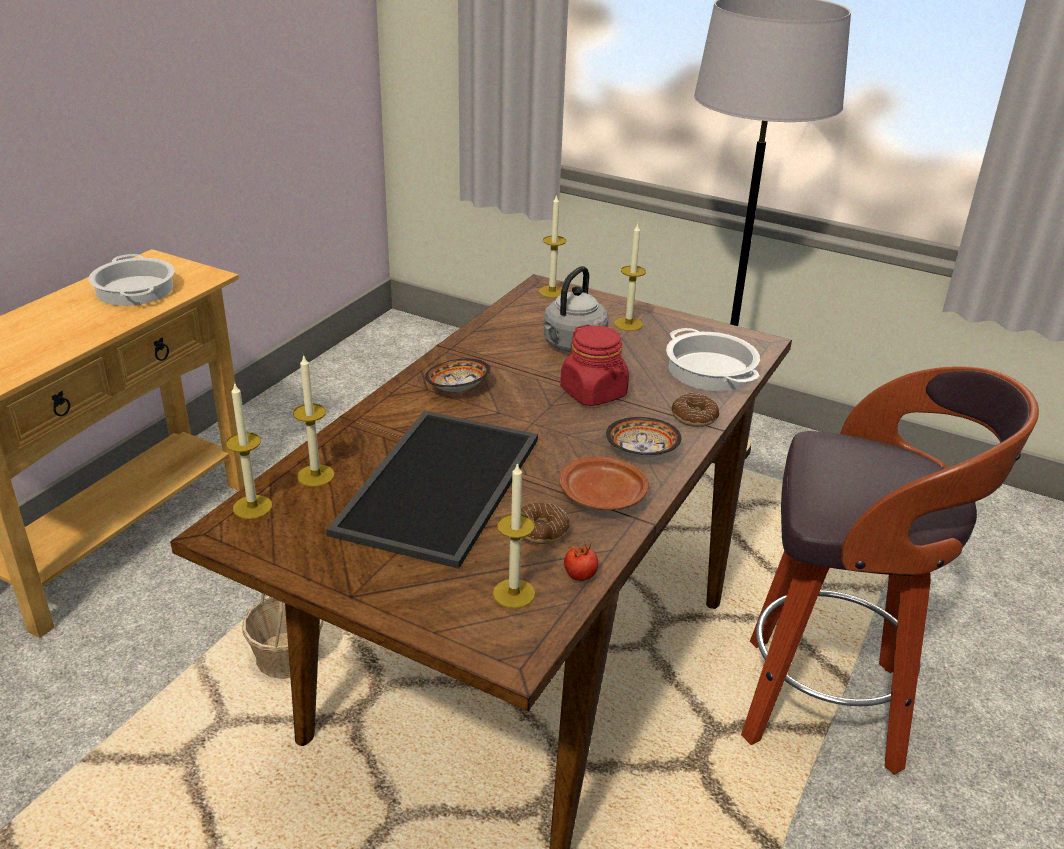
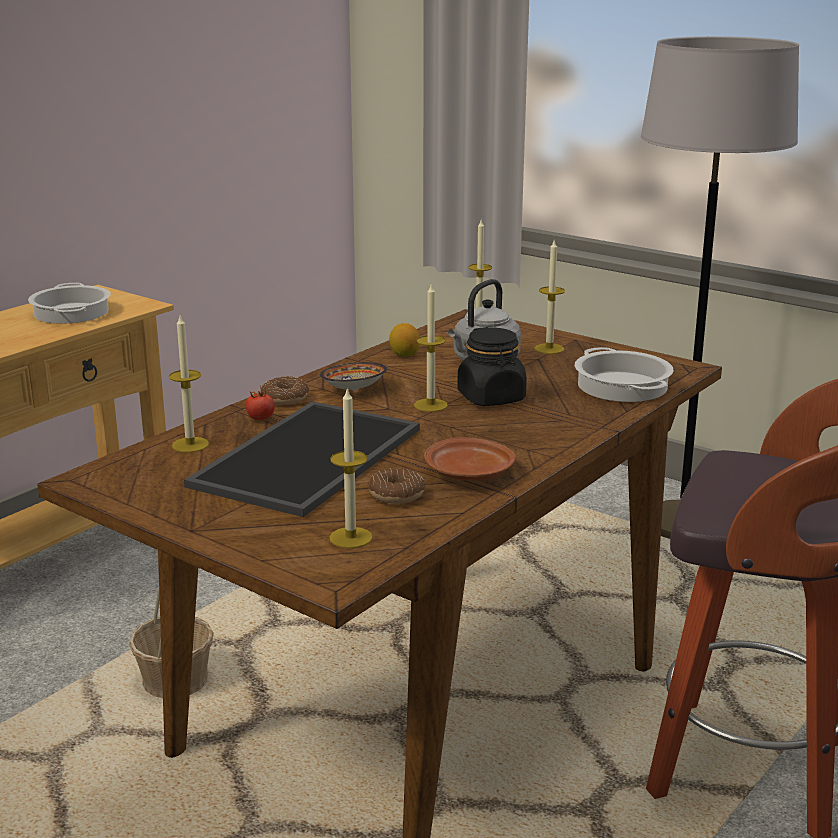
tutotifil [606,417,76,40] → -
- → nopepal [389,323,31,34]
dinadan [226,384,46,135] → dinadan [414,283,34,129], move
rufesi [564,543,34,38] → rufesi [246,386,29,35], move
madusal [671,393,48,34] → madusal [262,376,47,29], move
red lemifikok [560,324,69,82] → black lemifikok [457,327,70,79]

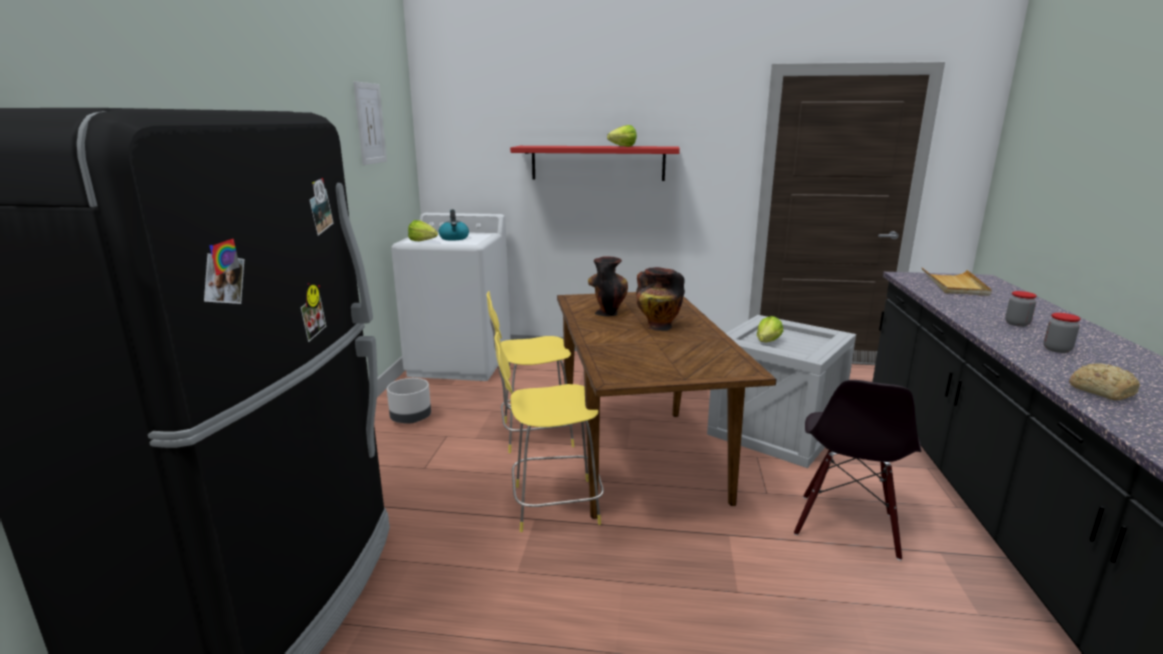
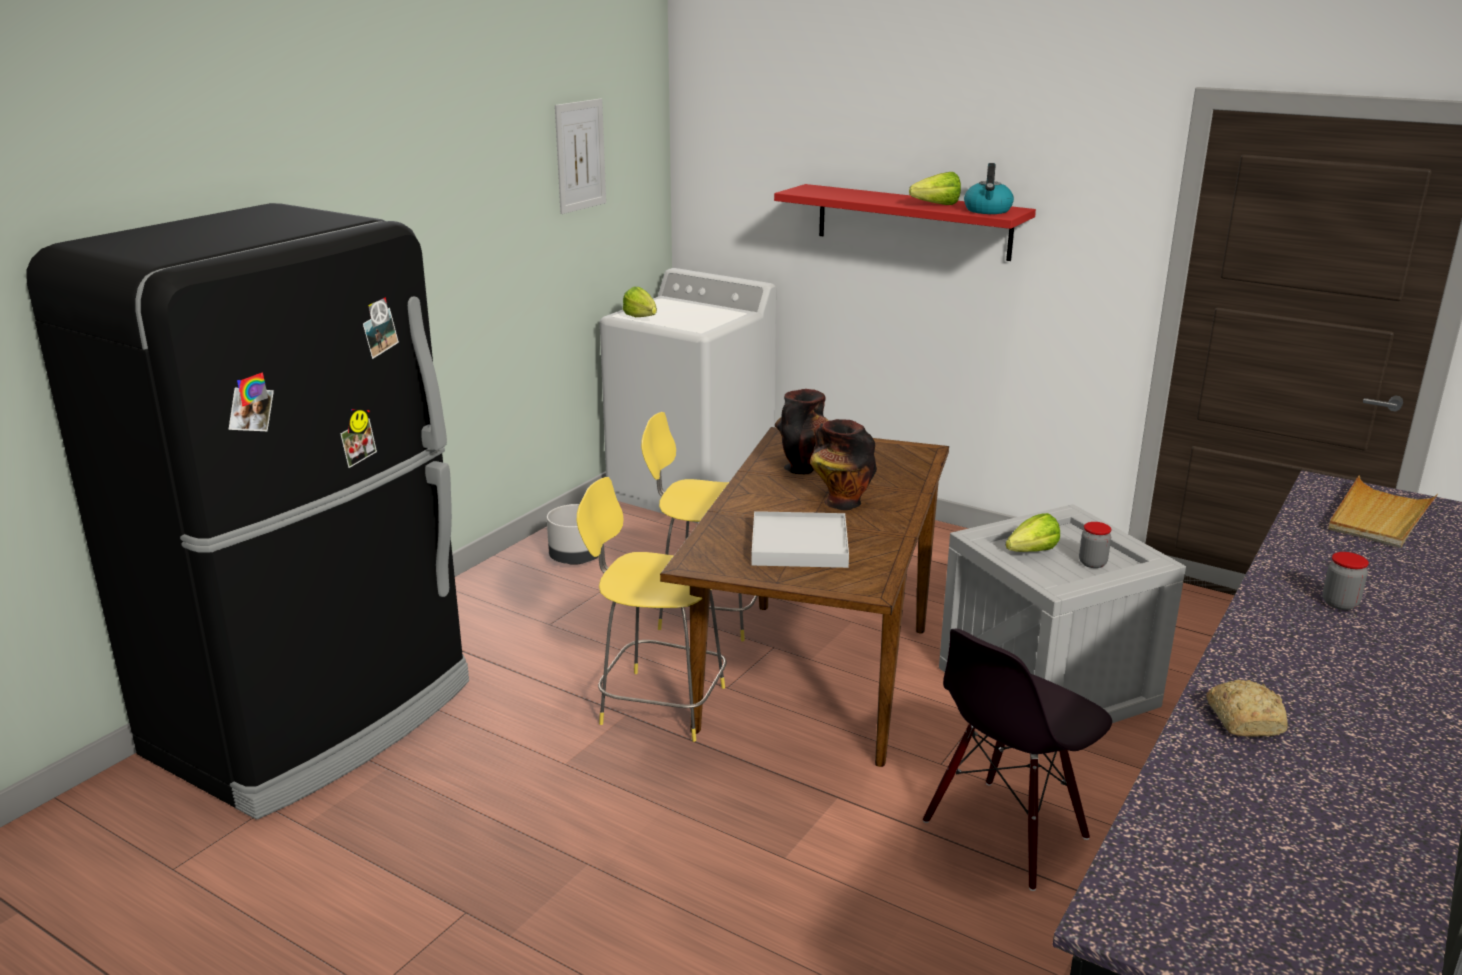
- → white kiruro [751,511,98,57]
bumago [439,210,30,31] → bumago [964,163,50,51], move
lemifikok [1043,313,38,40] → lemifikok [1079,522,32,46], move

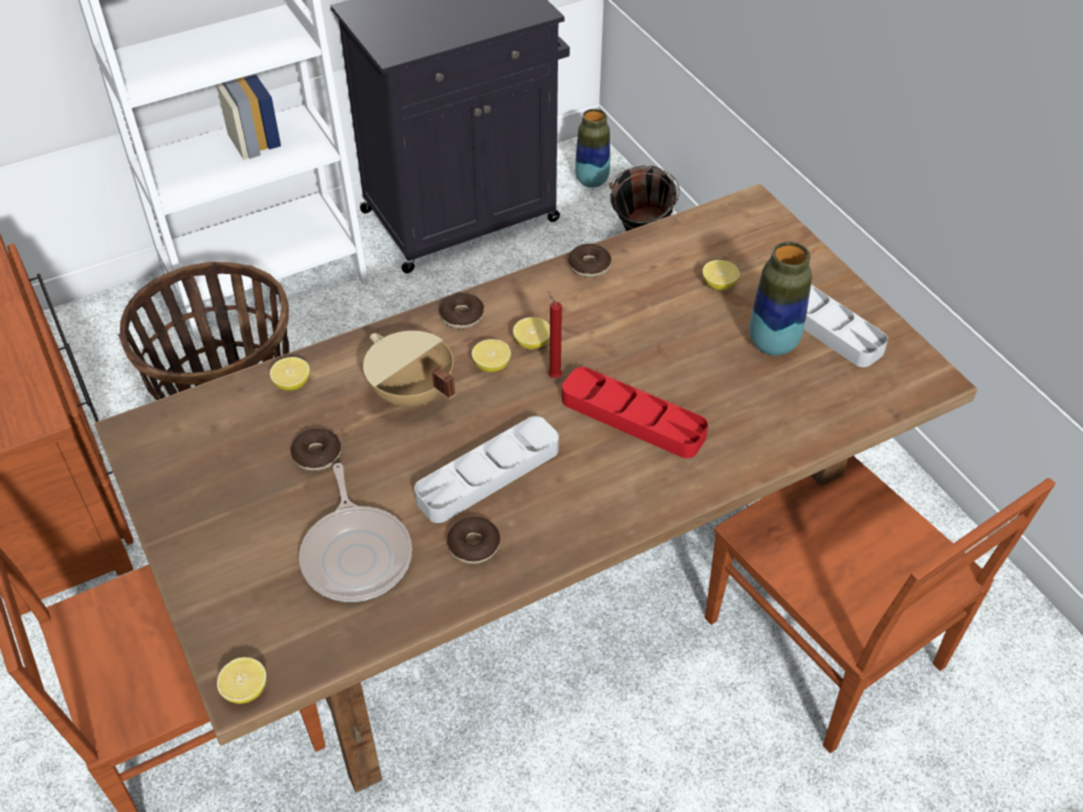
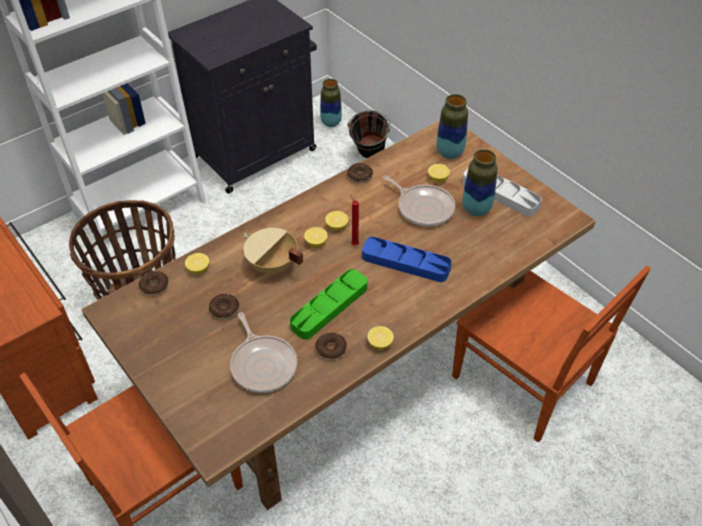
- → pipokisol [383,176,72,50]
- → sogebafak [436,94,32,65]
nopepal [217,657,50,47] → nopepal [367,326,27,23], move
madusal [439,293,45,36] → madusal [139,271,30,25], move
grey kiruro [414,416,145,107] → green kiruro [290,269,77,71]
red kiruro [562,367,146,91] → blue kiruro [362,237,90,45]

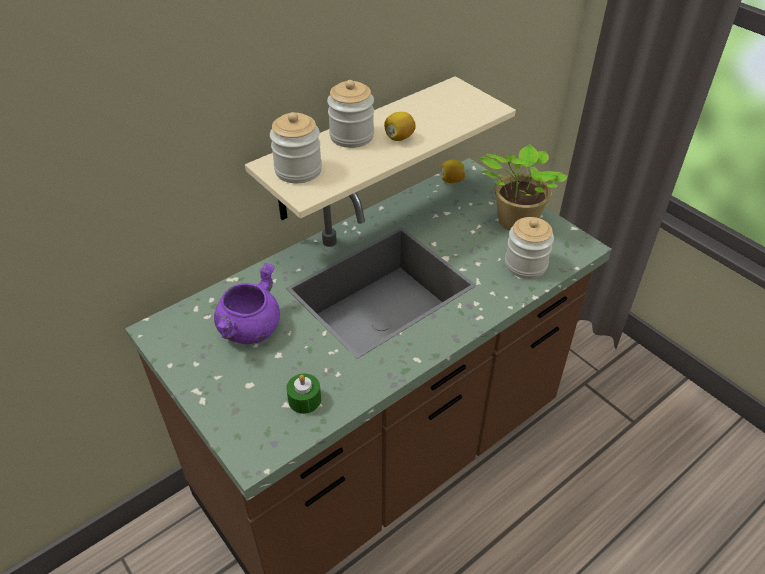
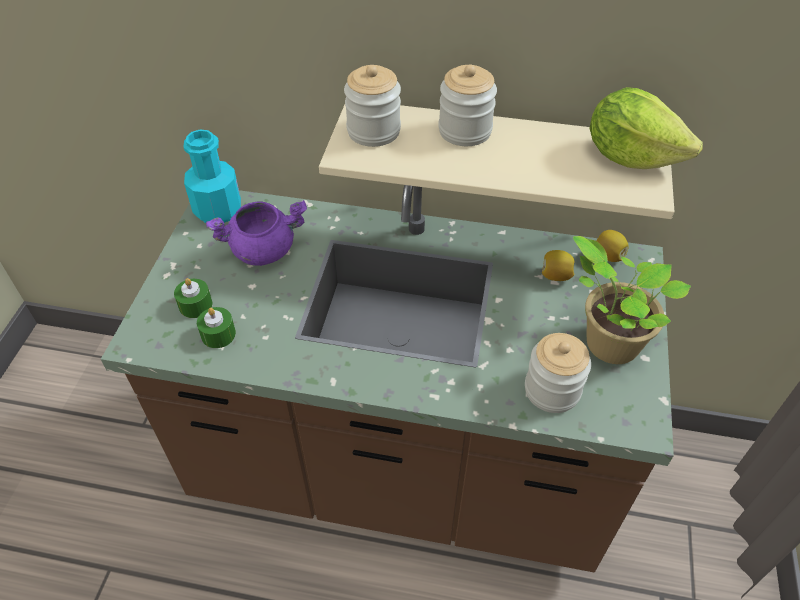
- → green dinadan [174,278,39,40]
- → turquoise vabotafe [184,129,57,94]
- → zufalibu [590,87,113,82]
nopepal [384,112,32,29] → nopepal [542,250,32,31], move

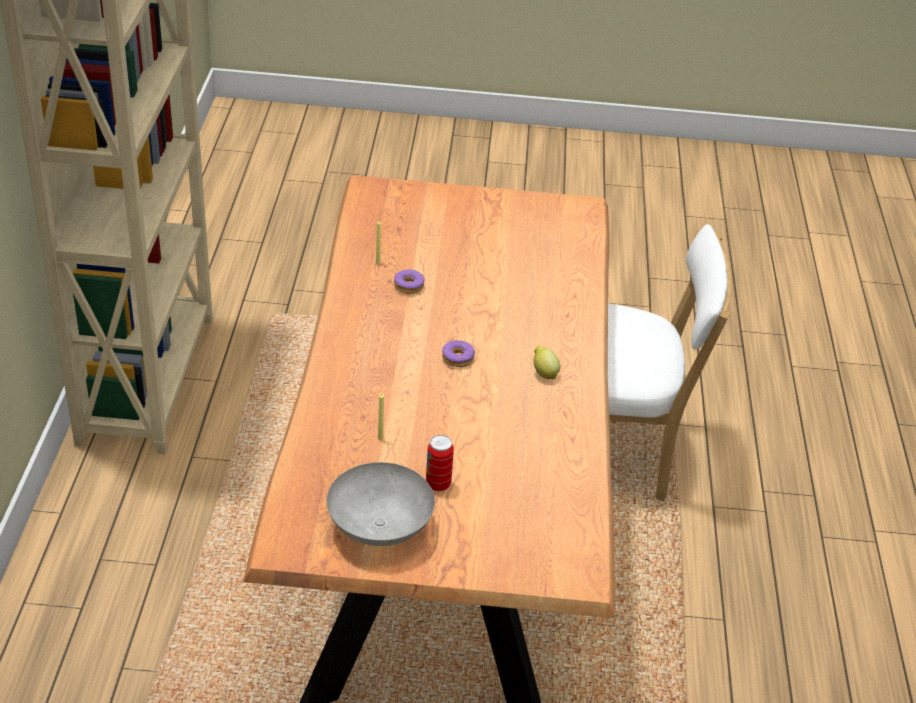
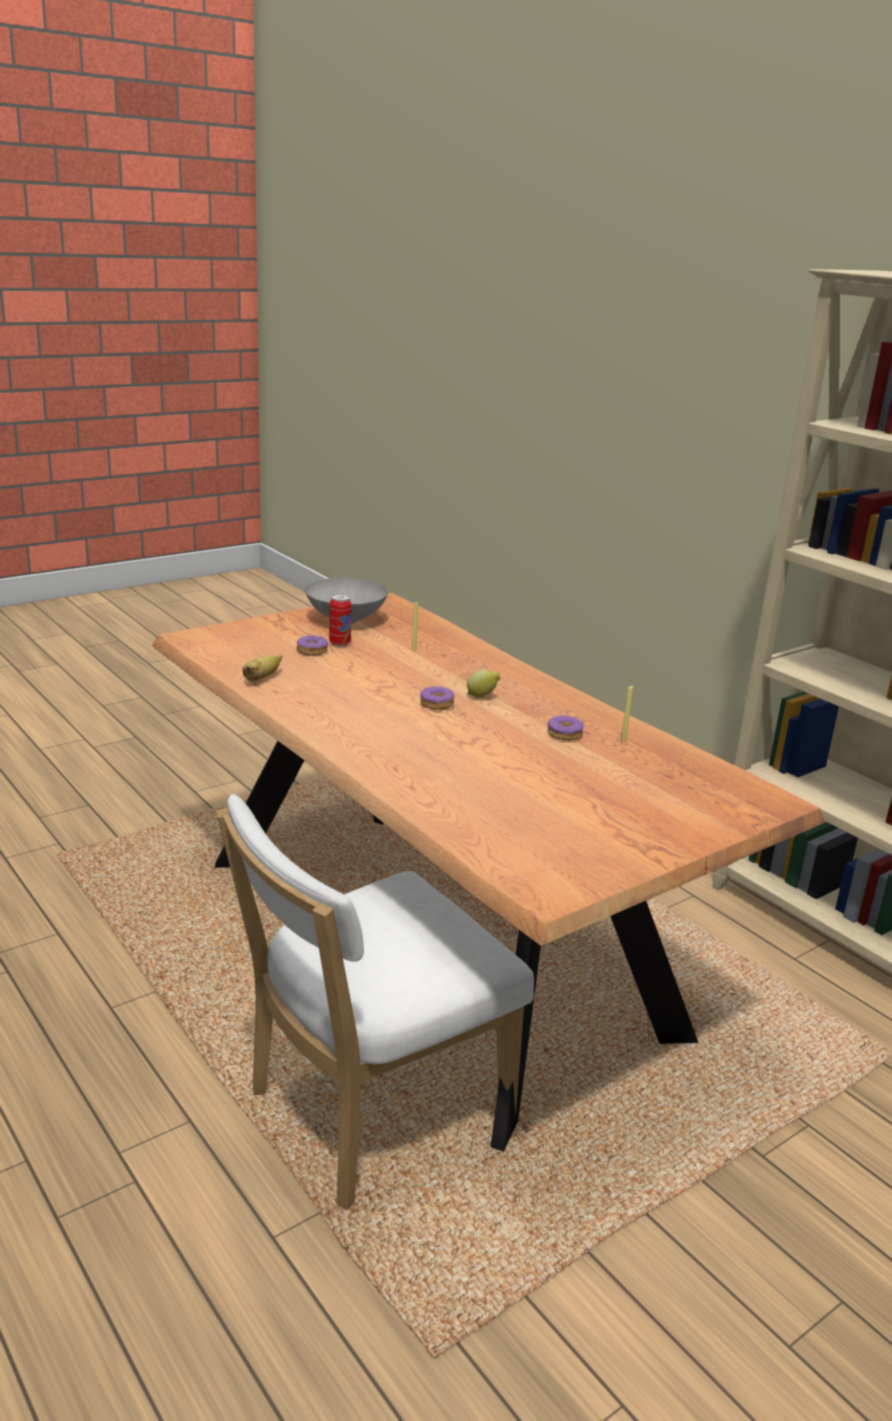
- → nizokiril [242,655,40,27]
- → madusal [297,635,31,21]
nopepal [534,346,26,33] → nopepal [467,670,33,28], move

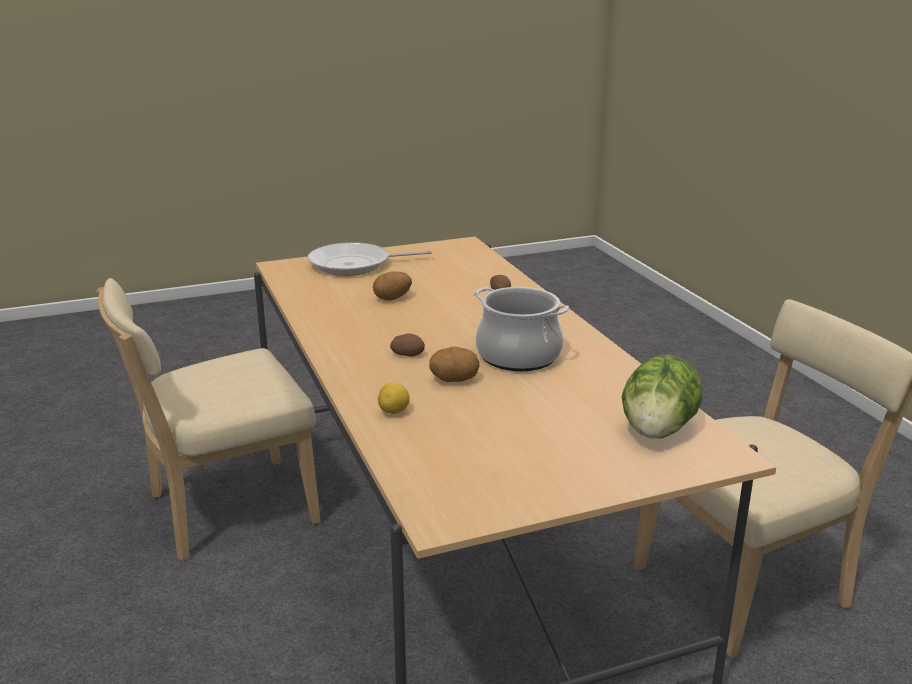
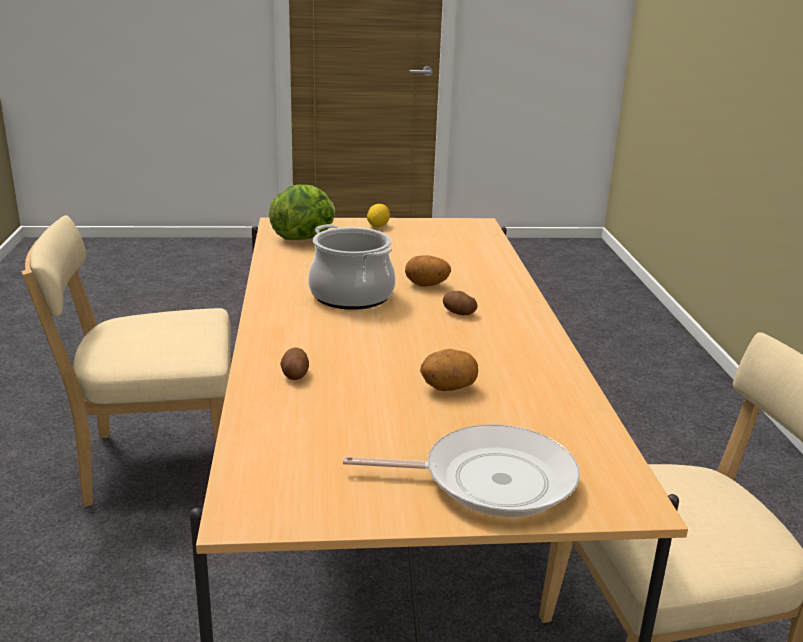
nopepal [378,383,32,31] → nopepal [367,204,23,23], move

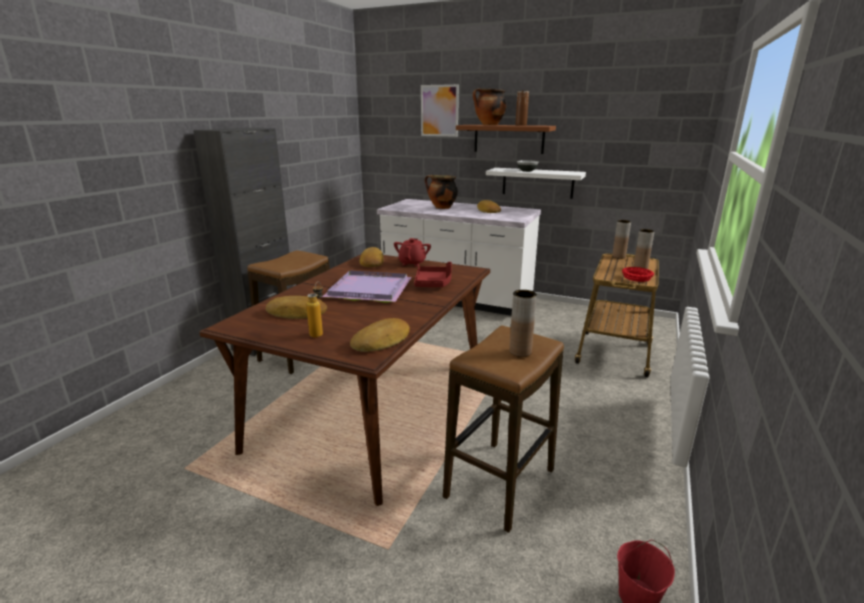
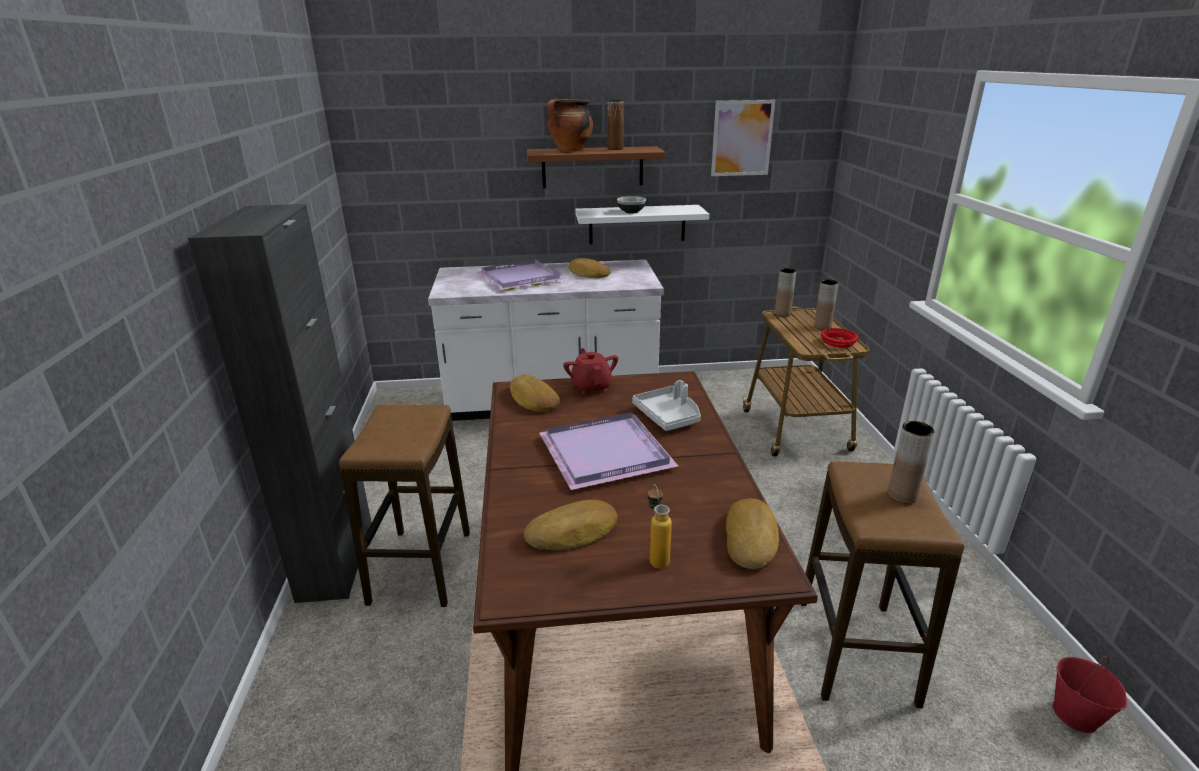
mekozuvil [421,84,38,53] → mekozuvil [711,100,64,76], move
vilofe [425,175,33,34] → purple kiruro [478,259,87,32]
red kiruro [414,262,38,25] → grey kiruro [632,380,69,51]

